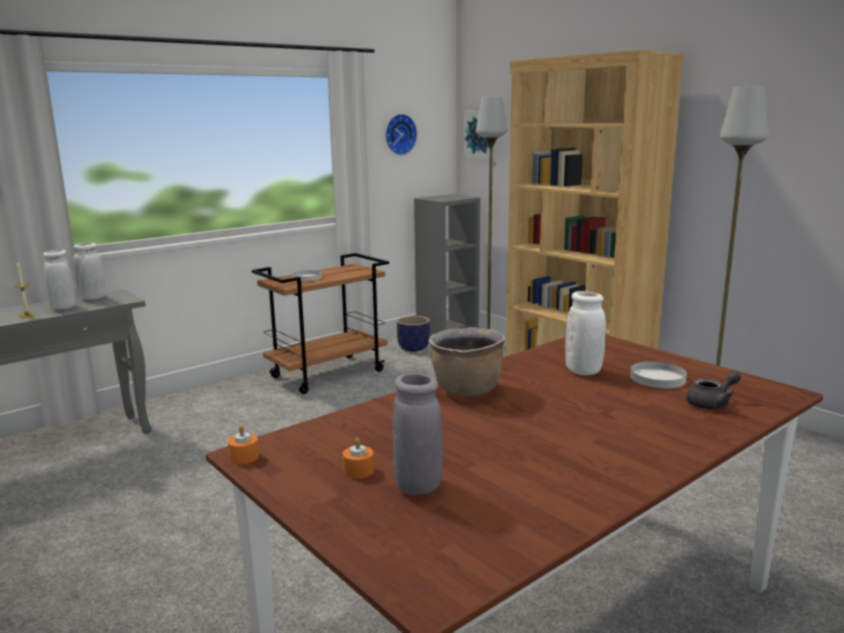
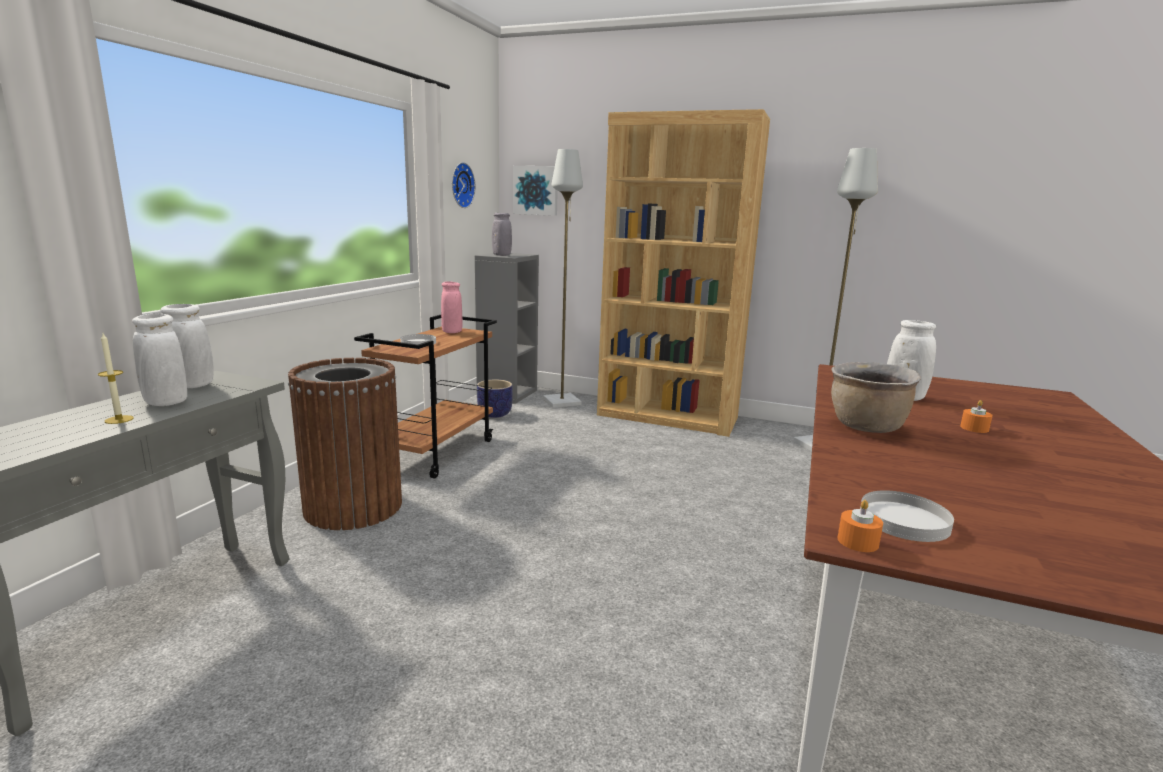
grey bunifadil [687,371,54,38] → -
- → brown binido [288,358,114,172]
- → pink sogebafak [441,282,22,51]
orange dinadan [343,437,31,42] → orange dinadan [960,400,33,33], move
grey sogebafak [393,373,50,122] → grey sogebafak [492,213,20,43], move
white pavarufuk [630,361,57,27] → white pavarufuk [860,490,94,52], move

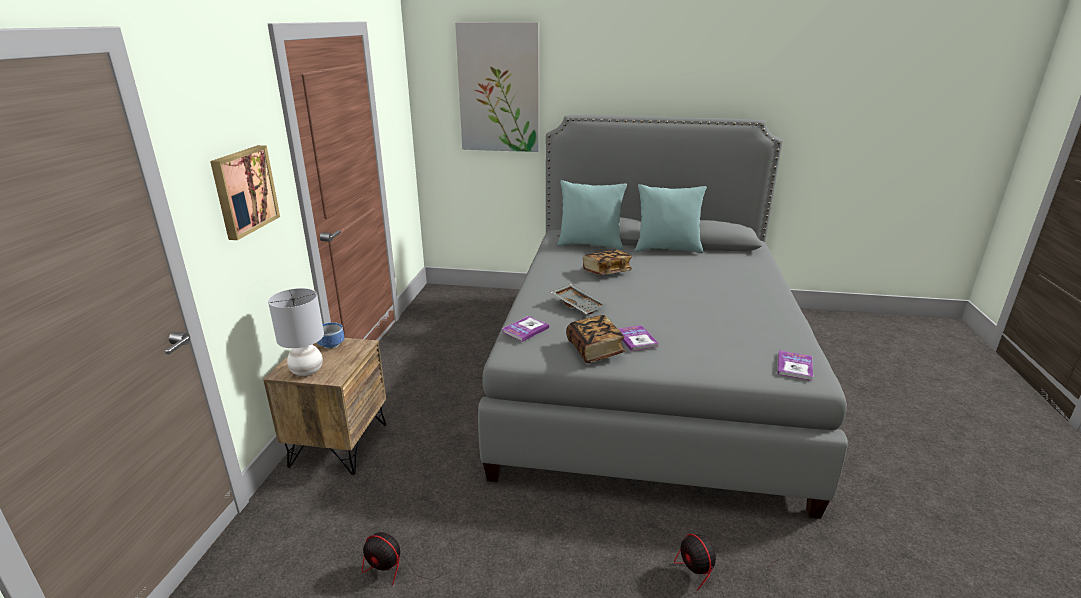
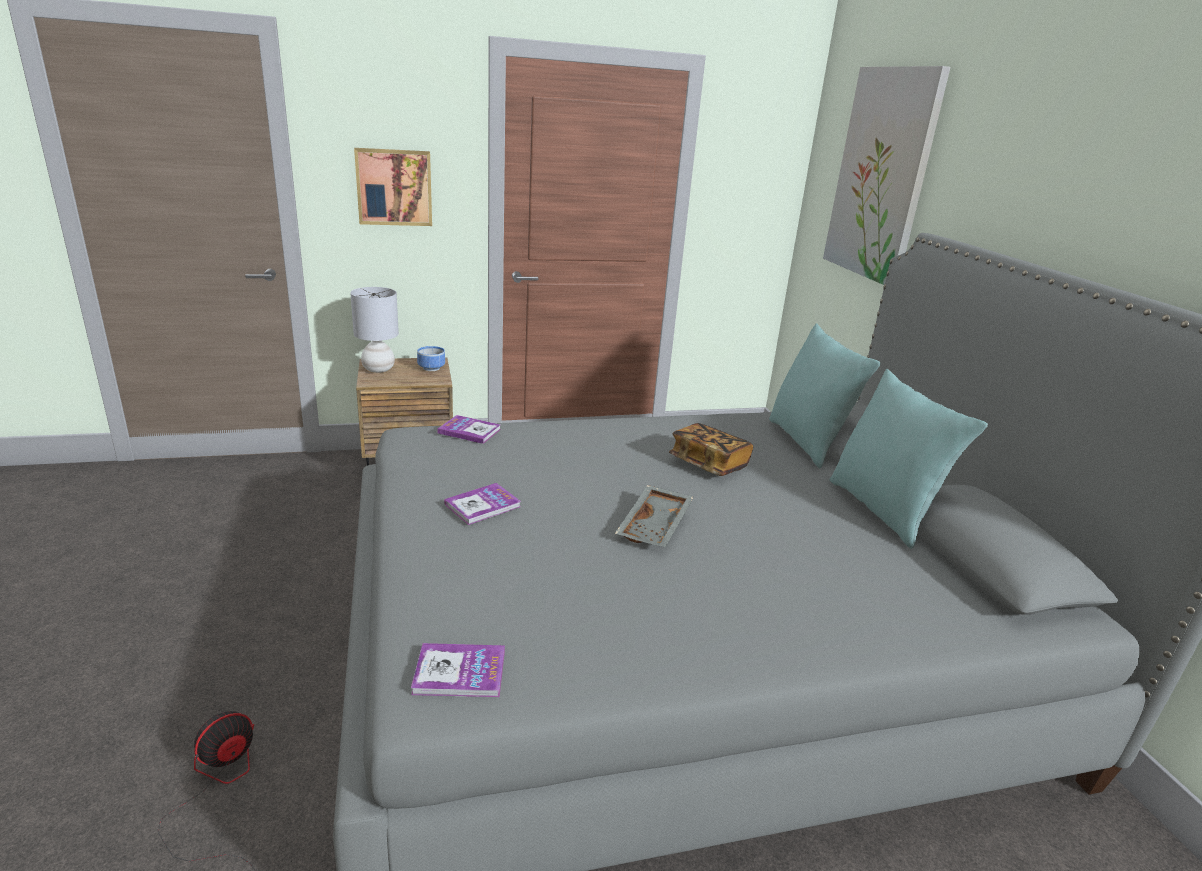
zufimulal [362,516,92,69] → -
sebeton [566,315,59,48] → -
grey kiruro [551,284,56,30] → grey kiruro [615,485,79,62], move

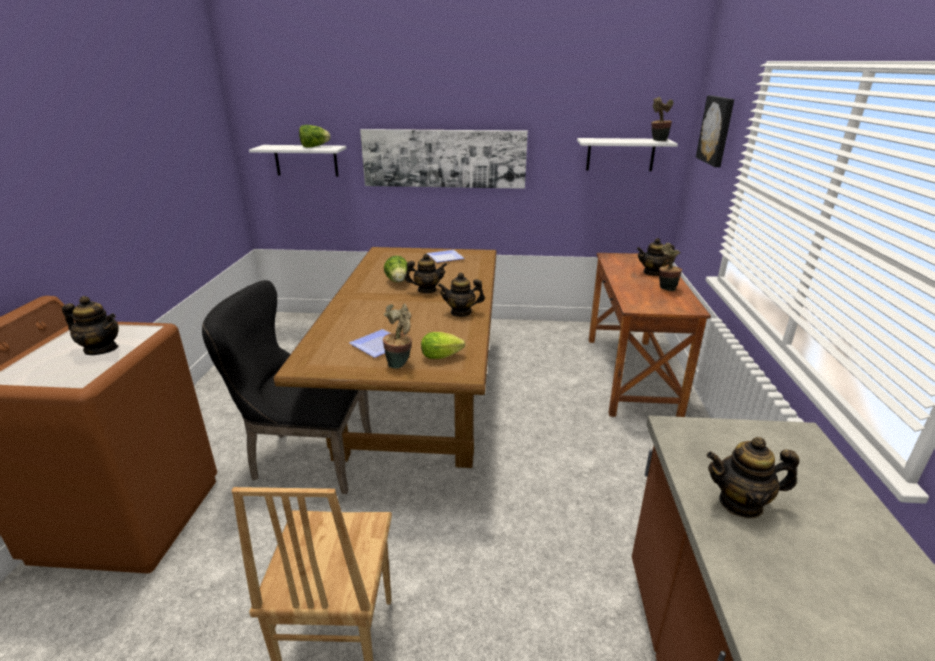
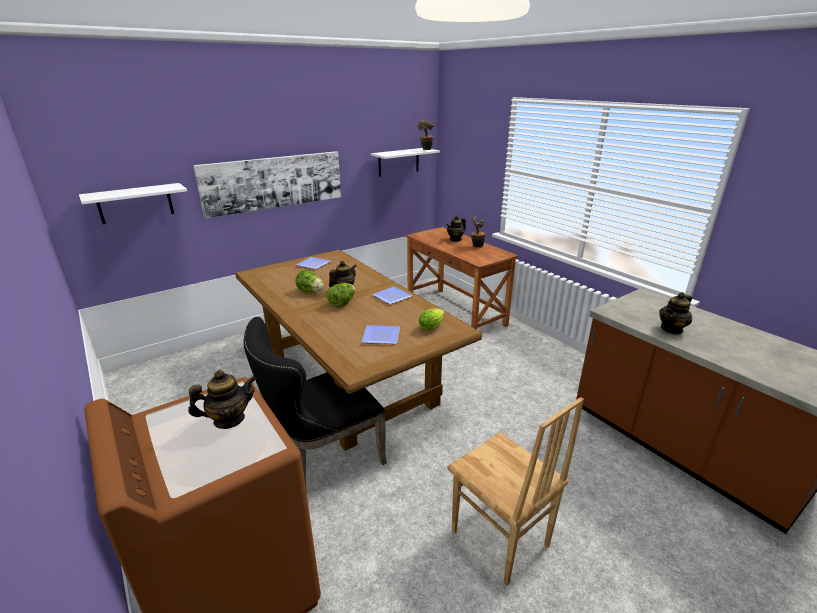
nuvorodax [383,303,29,66] → -
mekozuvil [696,96,38,71] → -
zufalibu [299,125,31,23] → zufalibu [327,283,28,24], move
bunifadil [438,273,47,44] → pavarufuk [372,287,41,17]

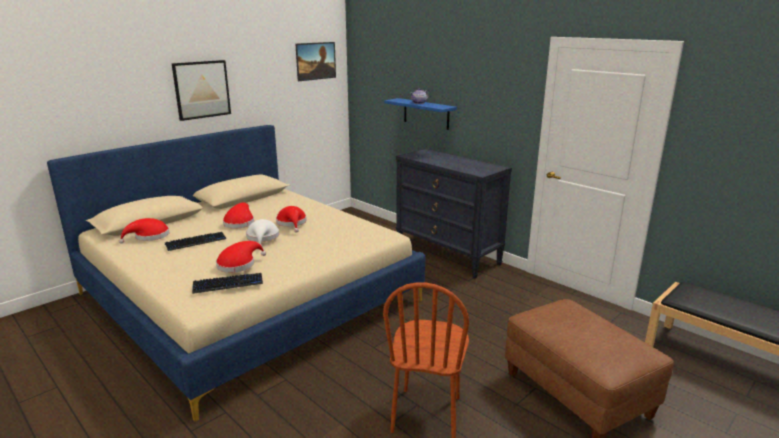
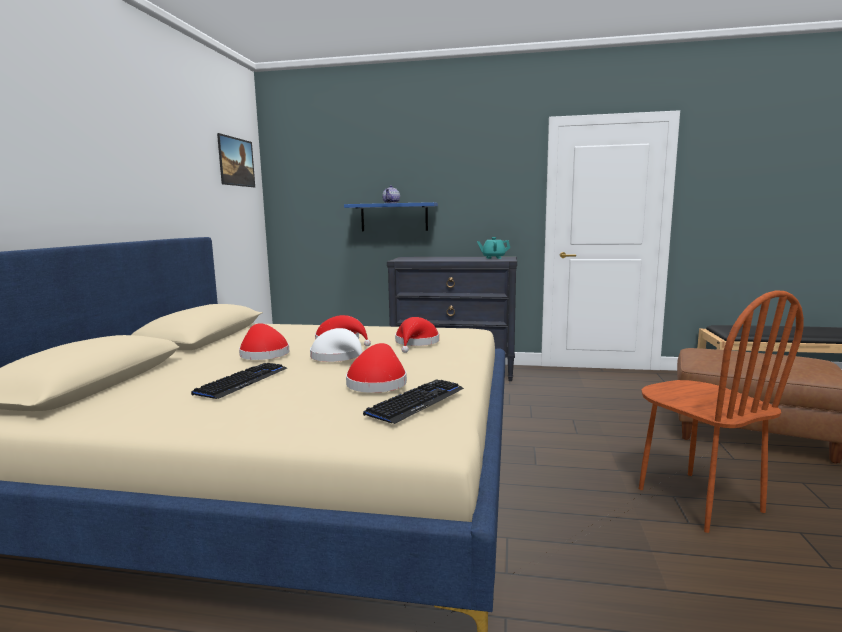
mekozuvil [172,60,59,61] → -
- → turquoise bunifadil [477,237,33,22]
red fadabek [119,218,50,26] → red fadabek [395,317,44,36], move

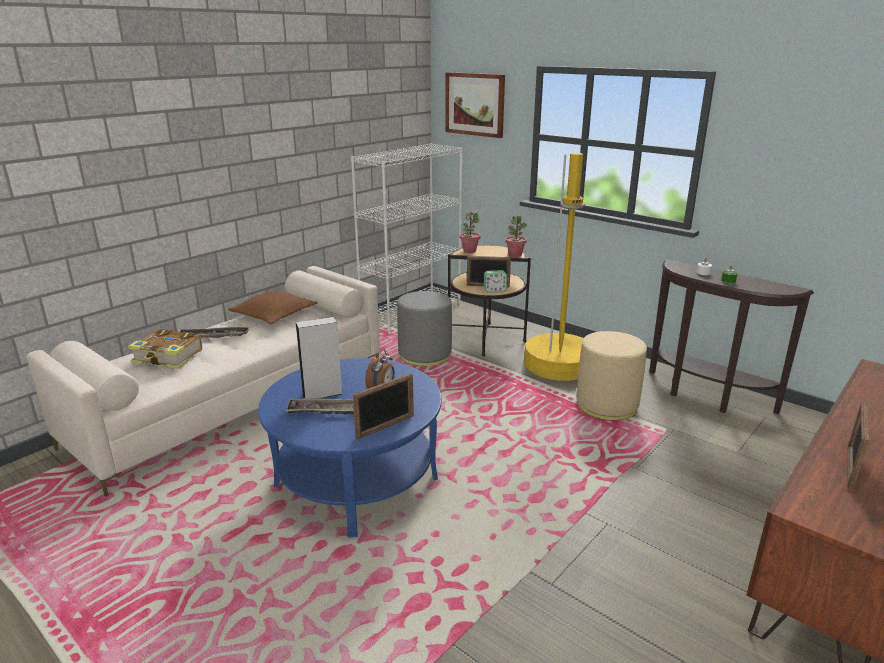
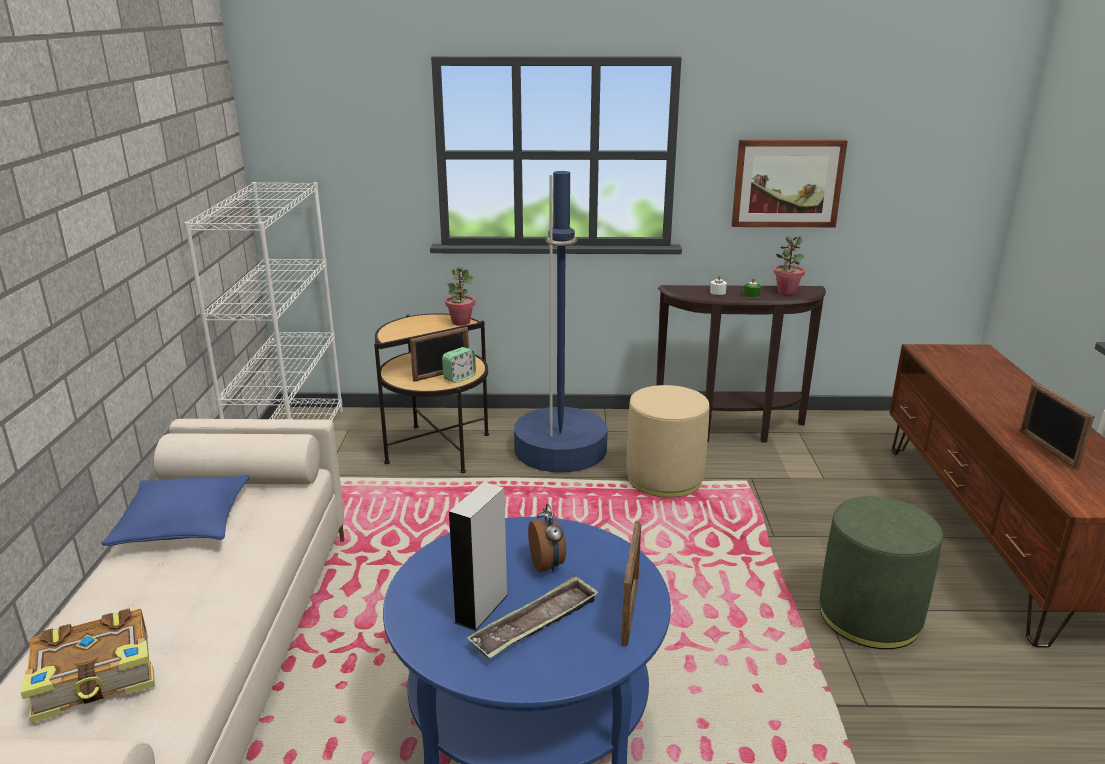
kiruro [177,326,73,12] → -
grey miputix [397,291,55,75] → -
- → green miputix [819,496,124,153]
mekozuvil [445,72,60,66] → mekozuvil [731,140,117,87], move
nuvorodax [460,212,21,41] → nuvorodax [774,236,31,59], move
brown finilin [228,290,90,34] → blue finilin [102,475,147,71]
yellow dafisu [524,153,61,228] → blue dafisu [514,171,94,301]

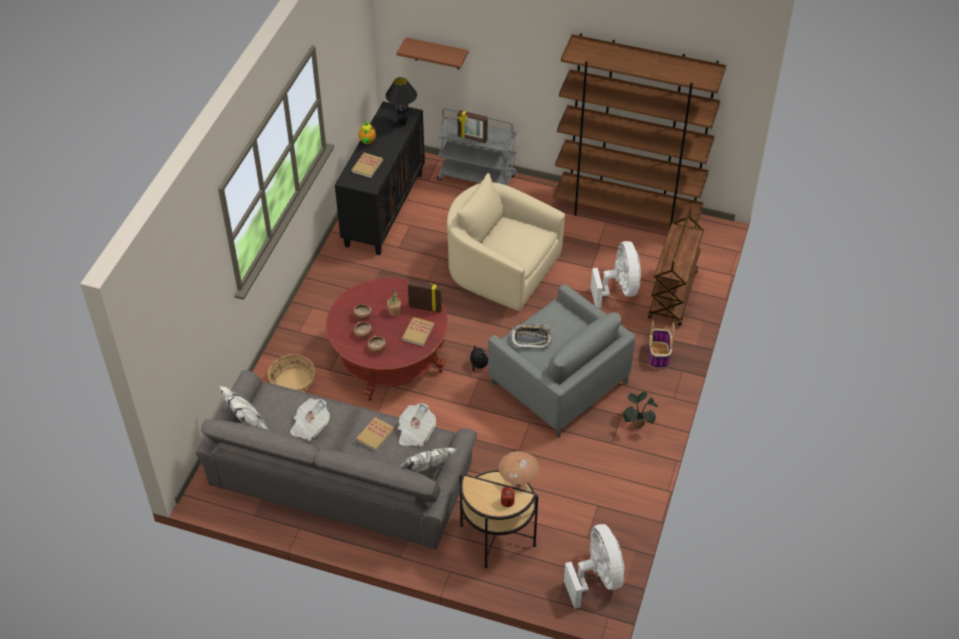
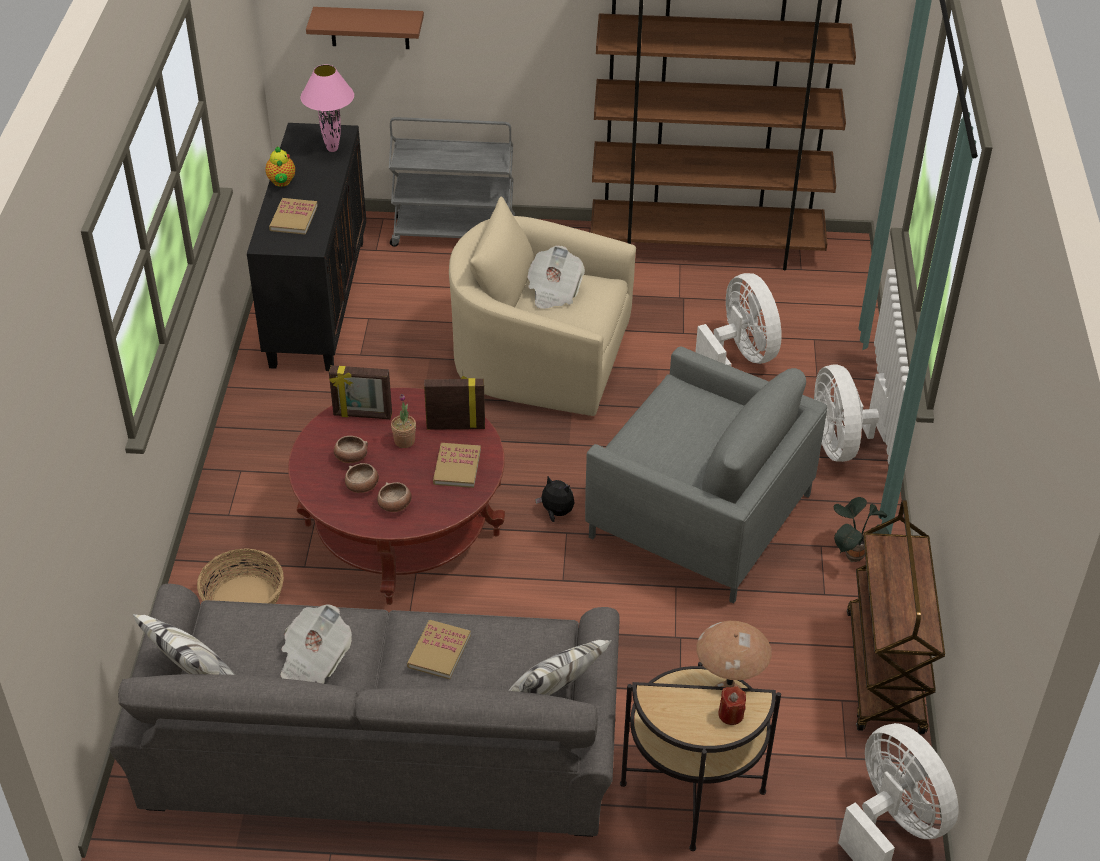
kiruro [510,324,43,25] → -
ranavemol [398,403,38,43] → ranavemol [527,246,58,63], move
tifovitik [457,110,31,33] → tifovitik [329,365,63,54], move
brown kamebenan [648,208,56,118] → brown kamebenan [847,500,98,234], move
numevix [649,320,25,48] → white zufimulal [814,364,74,98]
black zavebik [386,77,31,49] → pink zavebik [301,65,53,87]

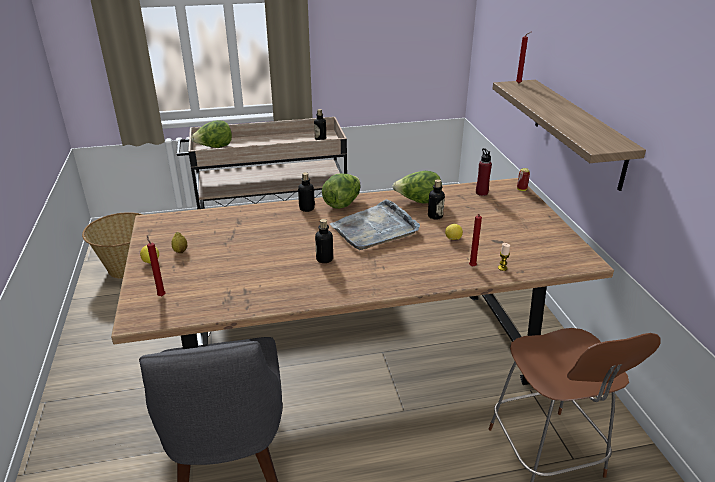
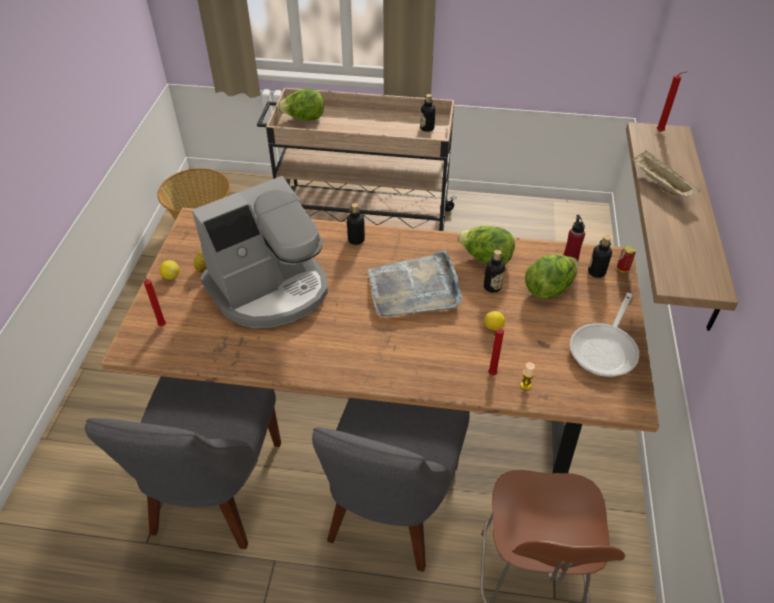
- → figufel [192,176,136,152]
- → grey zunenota [312,398,158,174]
- → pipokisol [570,293,69,84]
- → beige kiruro [631,150,69,47]
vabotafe [315,219,18,44] → vabotafe [588,235,24,43], move
zufalibu [322,173,39,36] → zufalibu [525,254,53,45], move

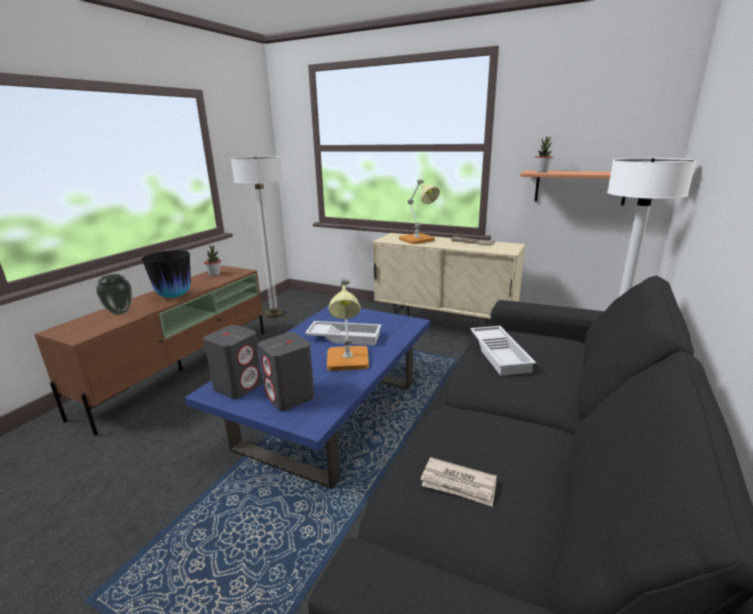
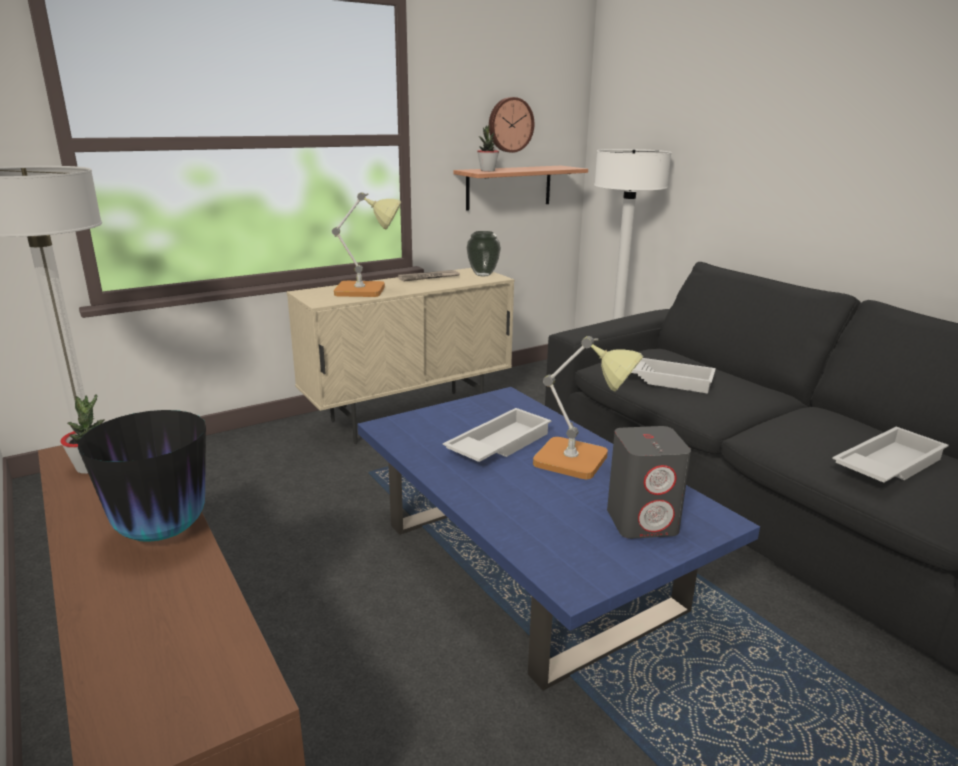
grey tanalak [204,325,59,74] → -
- → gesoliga [489,97,45,56]
sogebafak [96,274,36,41] → sogebafak [467,231,34,45], move
ranavemol [421,457,76,50] → white kiruro [832,427,117,56]

